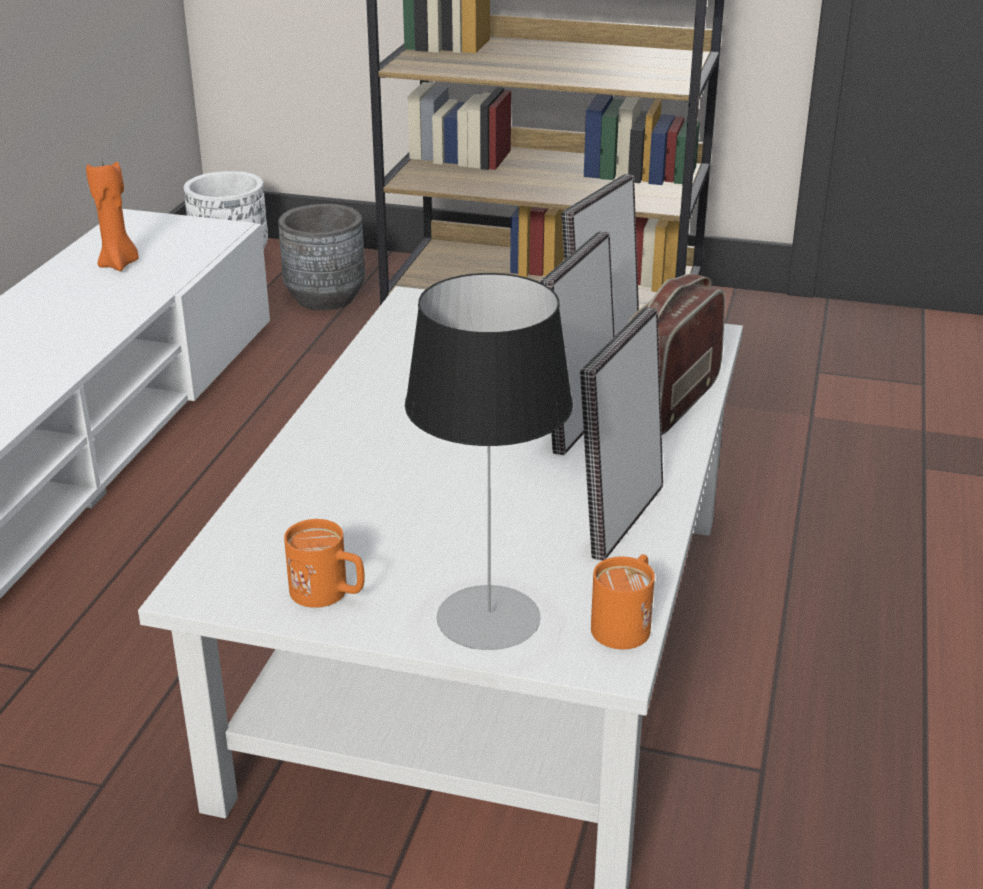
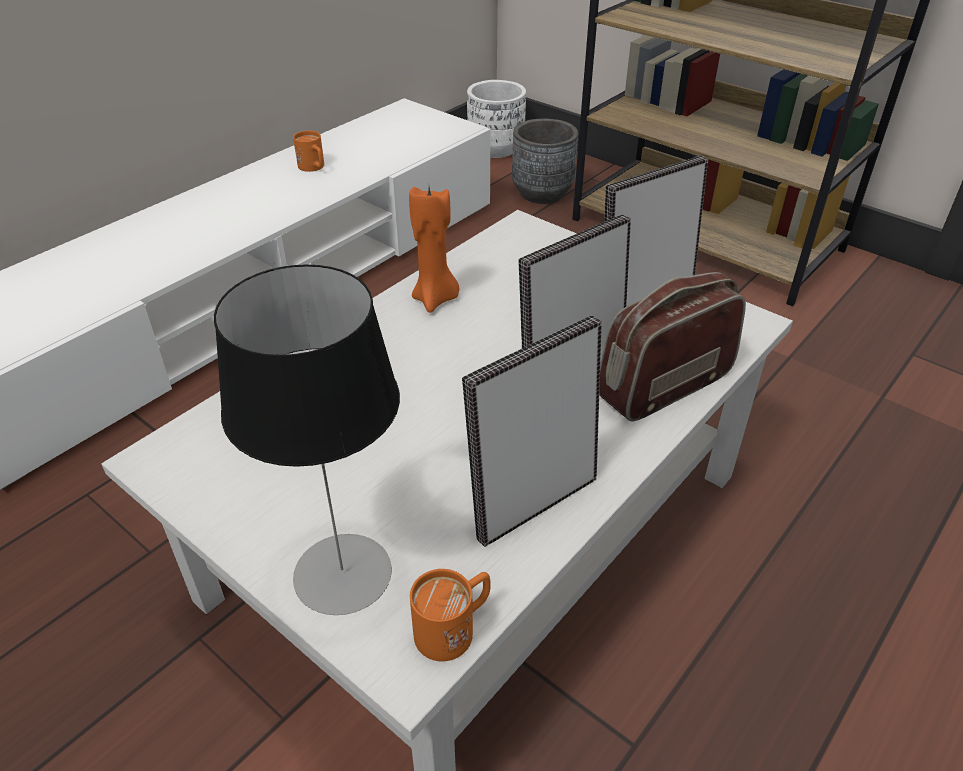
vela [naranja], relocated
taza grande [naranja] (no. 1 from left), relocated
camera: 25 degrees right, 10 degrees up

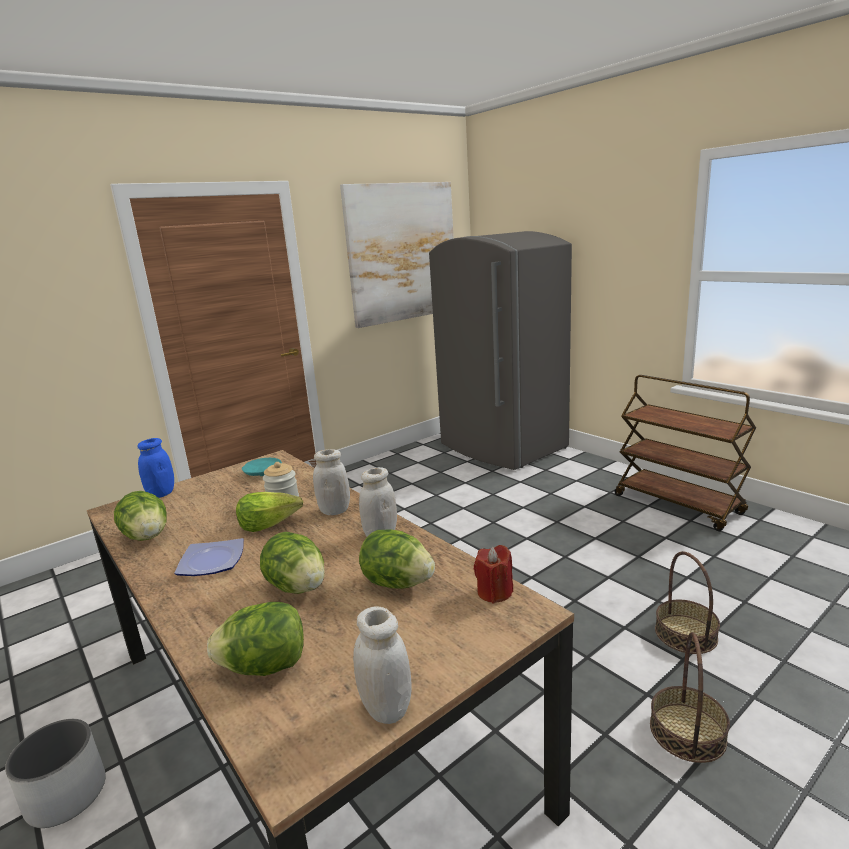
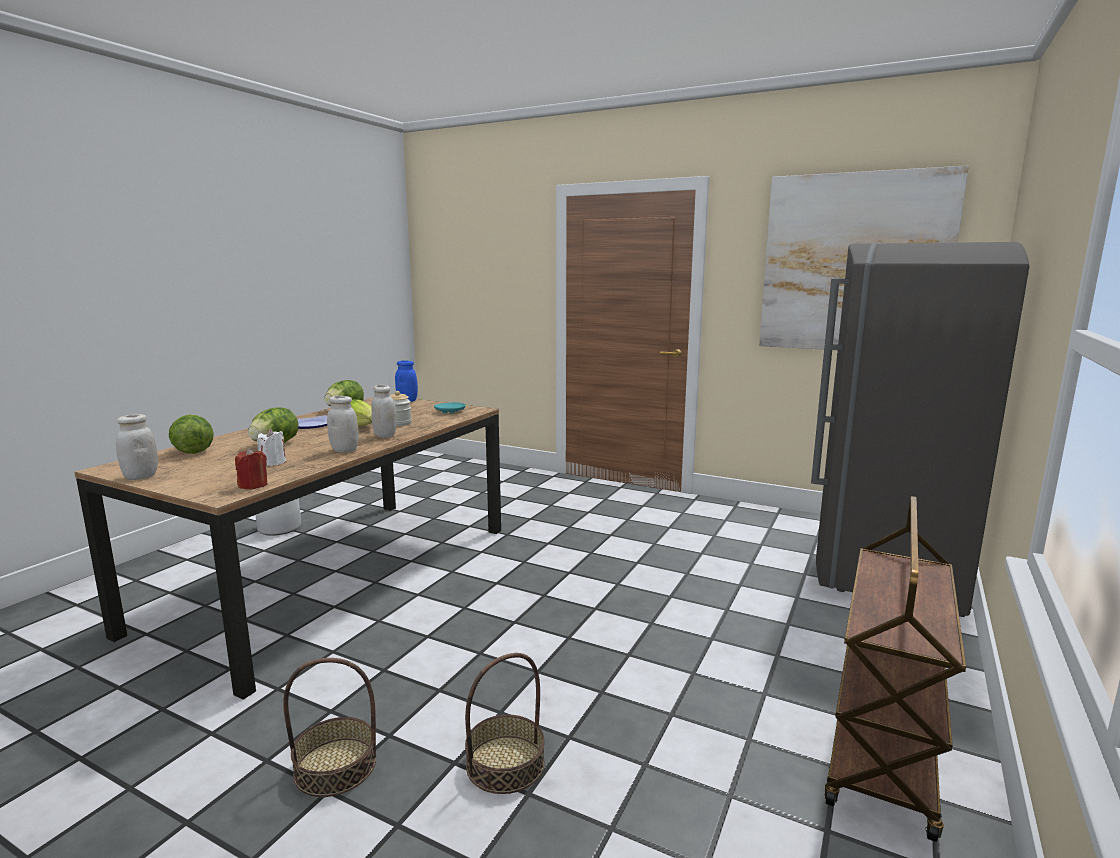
lechuga (no. 5 from left) => vela [blanco]
camera: 65 degrees right, 5 degrees down

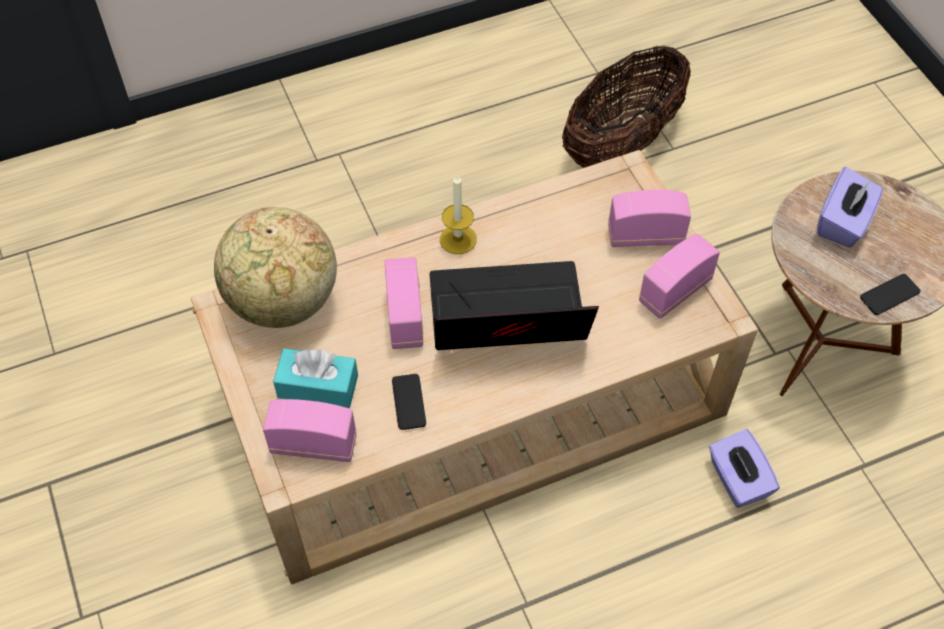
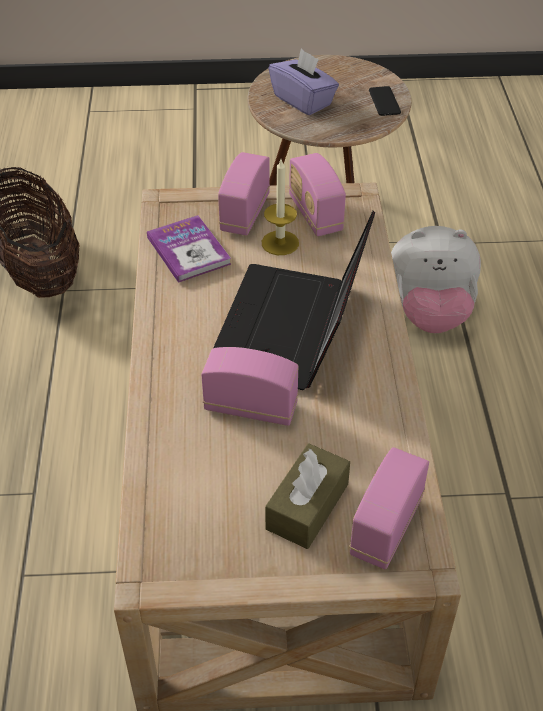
globo terráqueo => nothing
caja de pañuelos [turquesa] => caja de pañuelos [marrón]
móvil (no. 1 from left) => nothing
vela, relocated
caja de pañuelos [morado] (no. 1 from left) => peluche
nothing => libro
camera: 70 degrees left, 10 degrees down

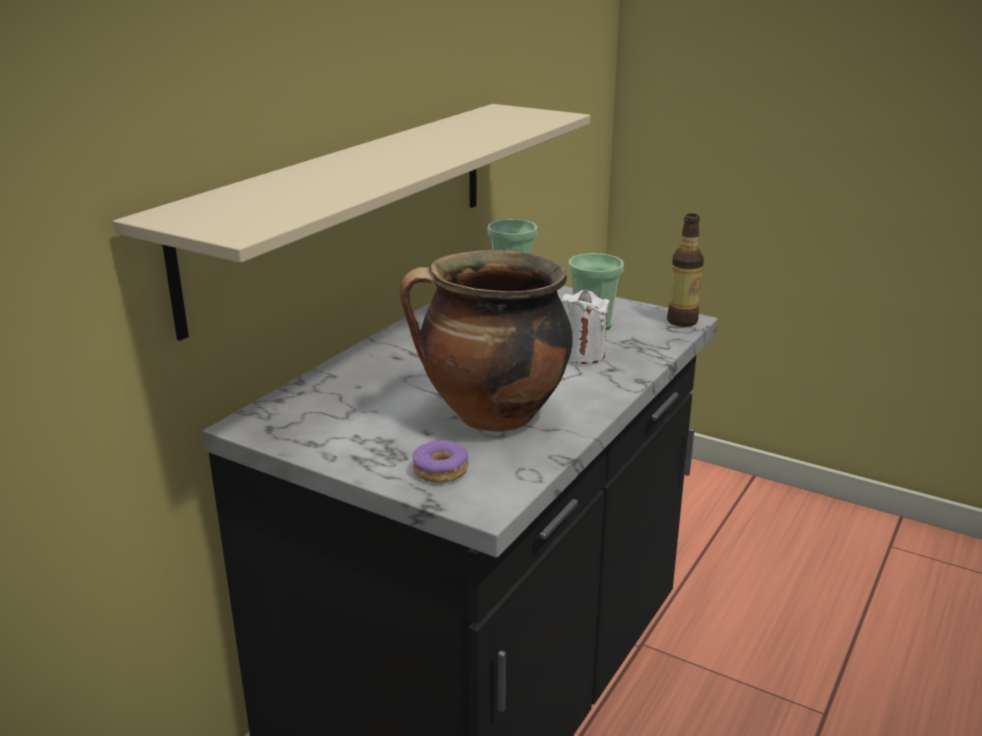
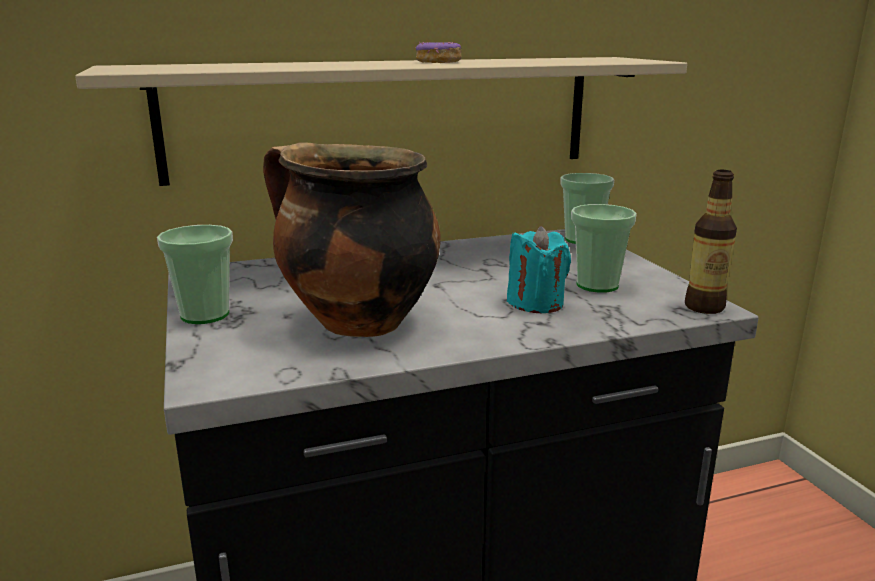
rosquilla, relocated
vela [blanco] => vela [turquesa]
nothing => taza (no. 1 from left)
camera: 40 degrees right, 5 degrees down

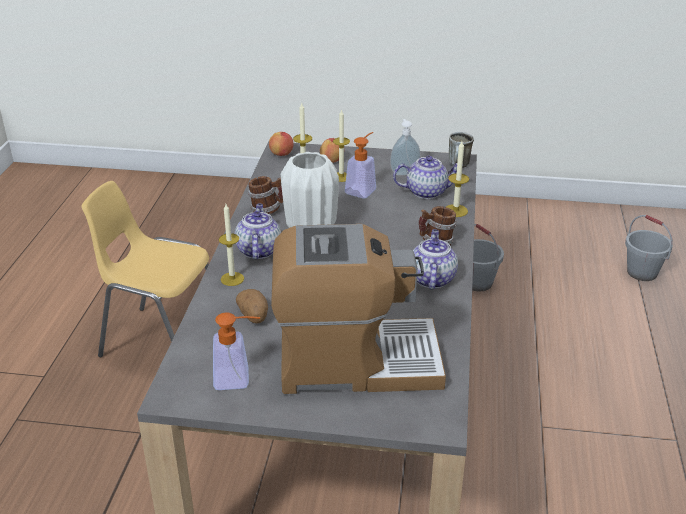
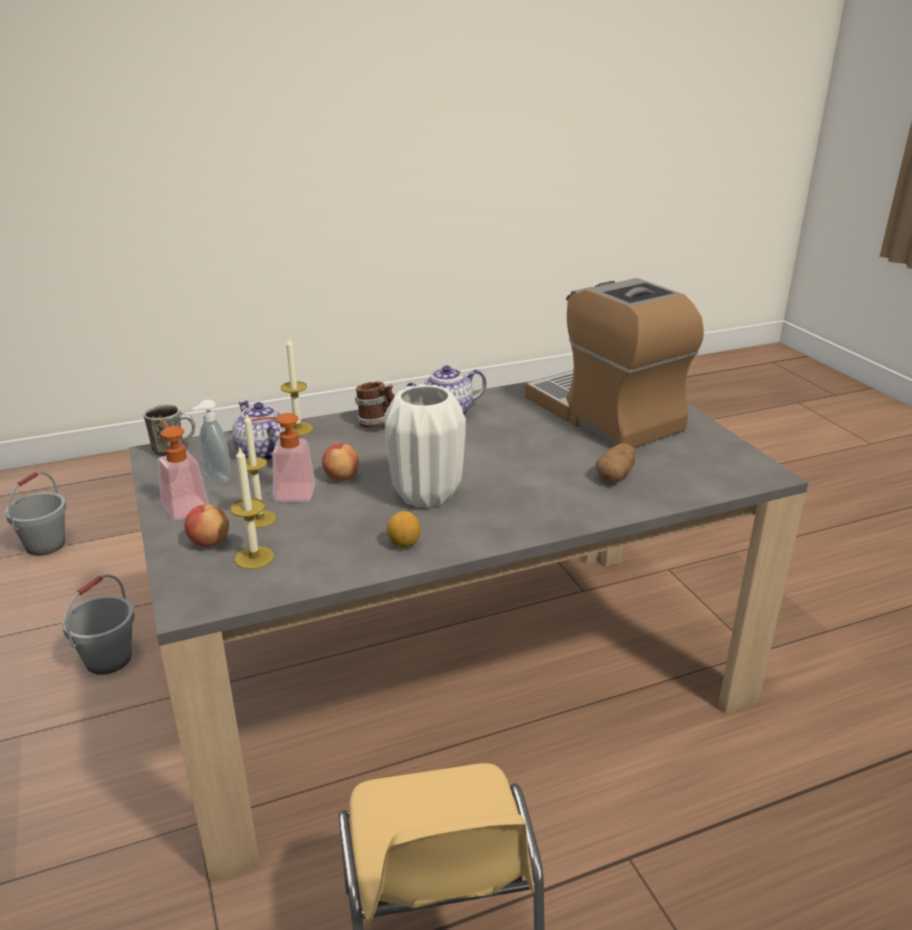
dispensador de jabón (no. 1 from left), relocated
vela (no. 1 from left) => nothing
tetera (no. 1 from left) => nothing
taza grande (no. 1 from left) => limón
manzana (no. 1 from left in the first image) => manzana (no. 2 from left), relocated
camera: 120 degrees left, 5 degrees down

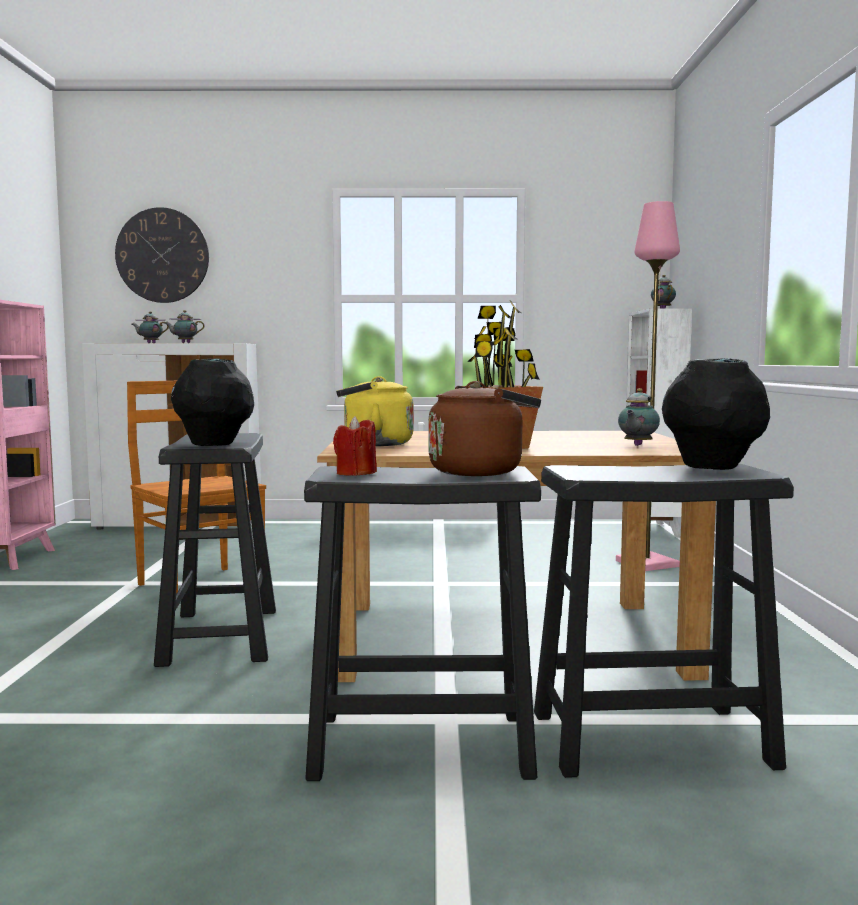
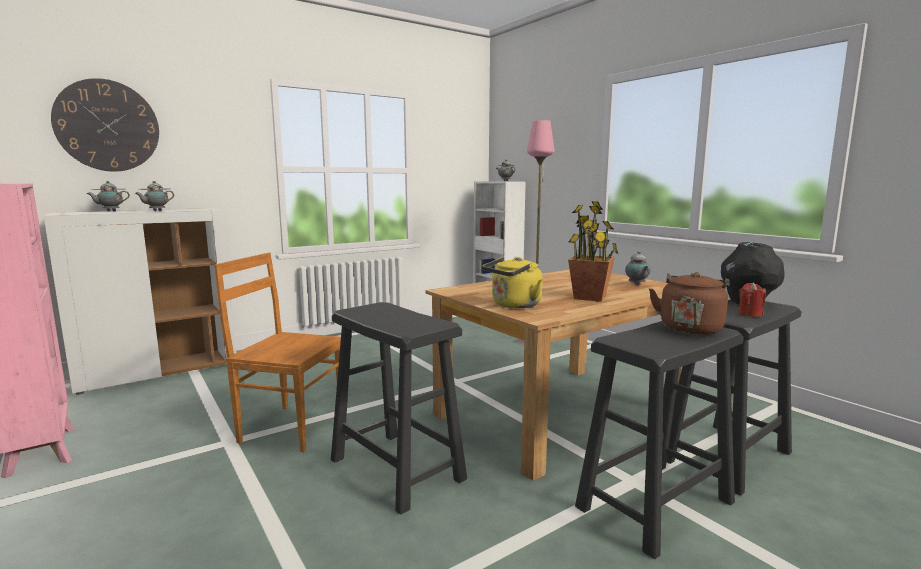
florero [negro] (no. 1 from left) => nothing
vela [rojo], relocated
camera: 35 degrees left, 5 degrees up

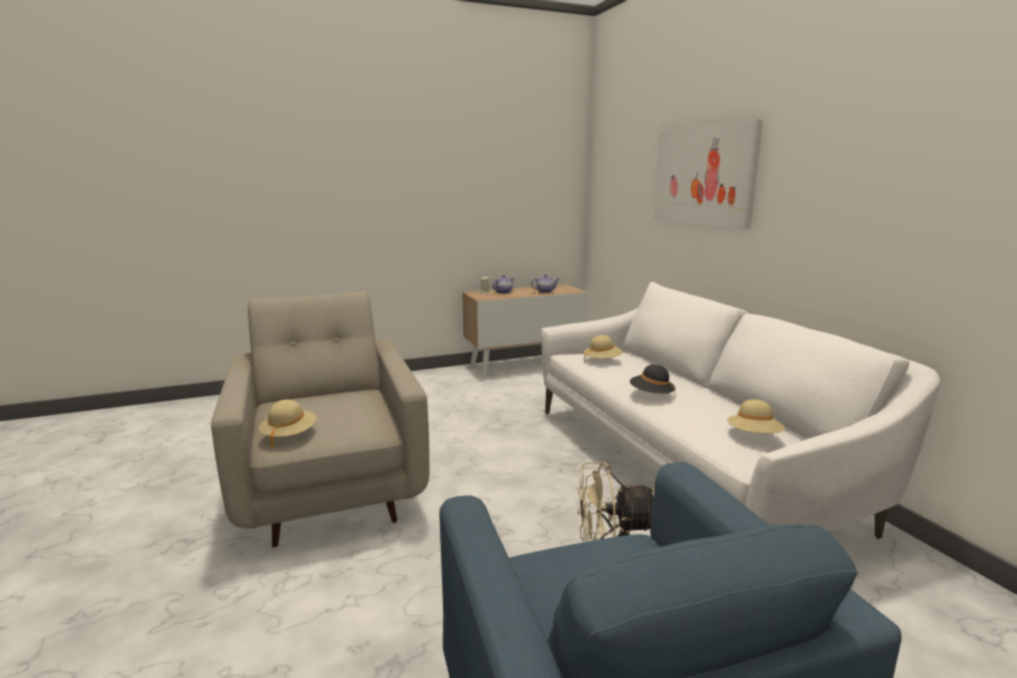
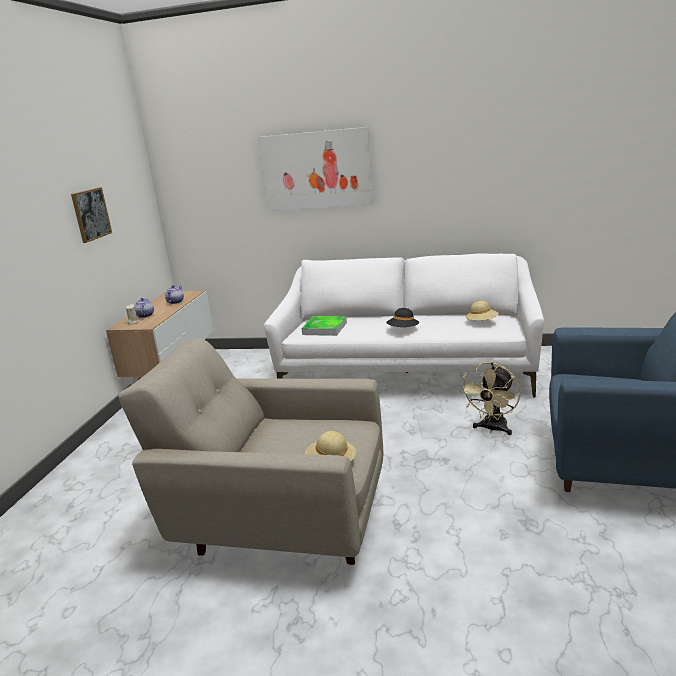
sombrero [beis] (no. 2 from left) => bandeja
nothing => cuadro (no. 1 from left)
camera: 55 degrees left, 5 degrees up

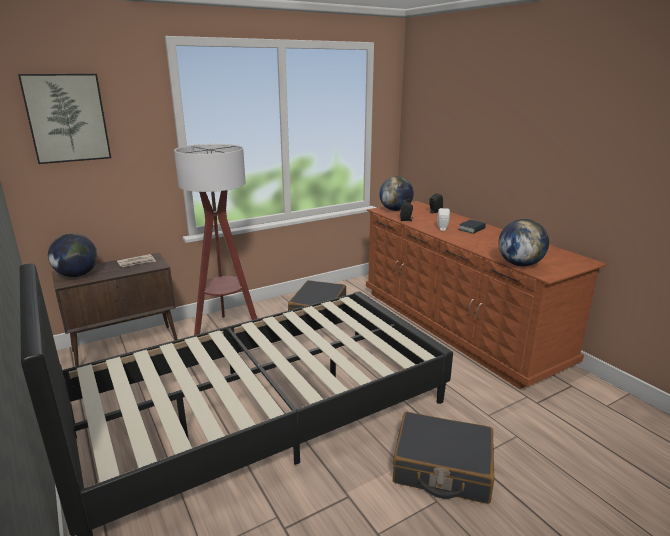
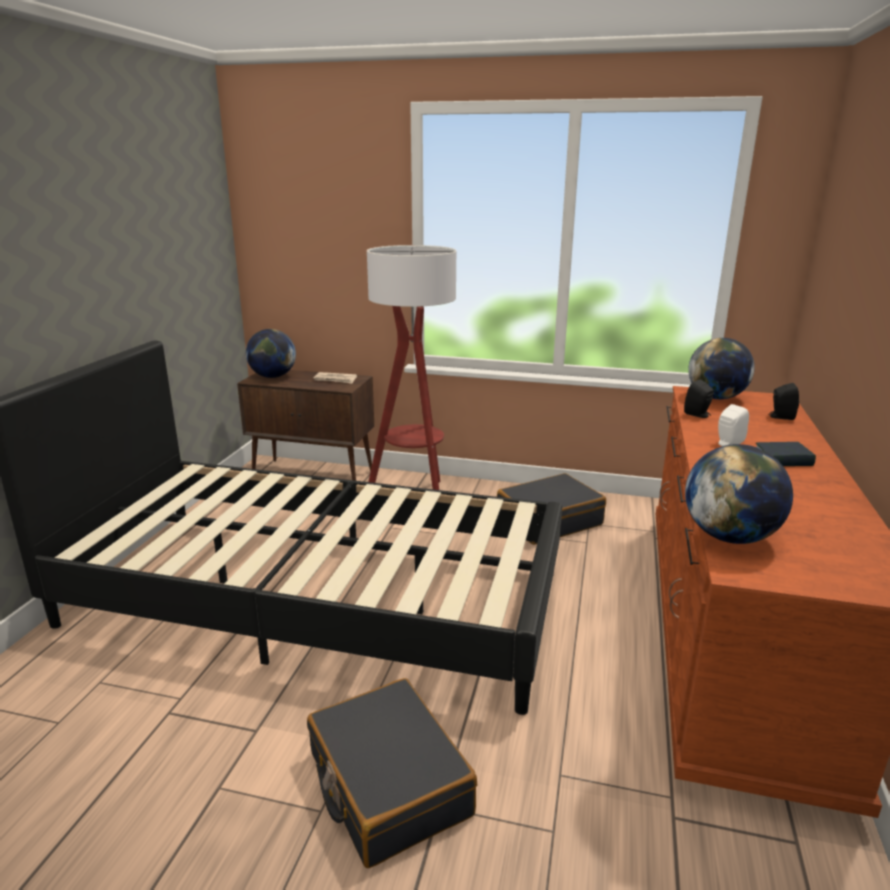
cuadro => nothing
camera: 45 degrees right, 0 degrees up

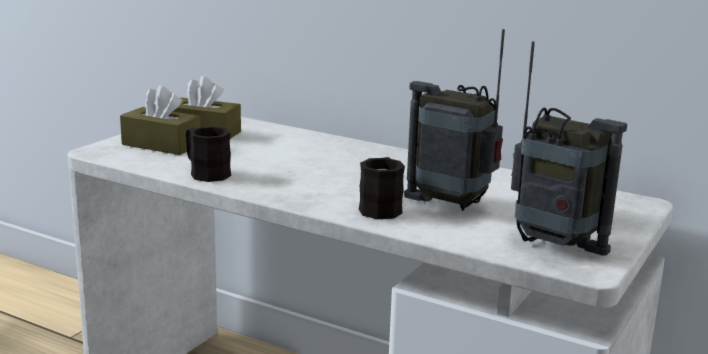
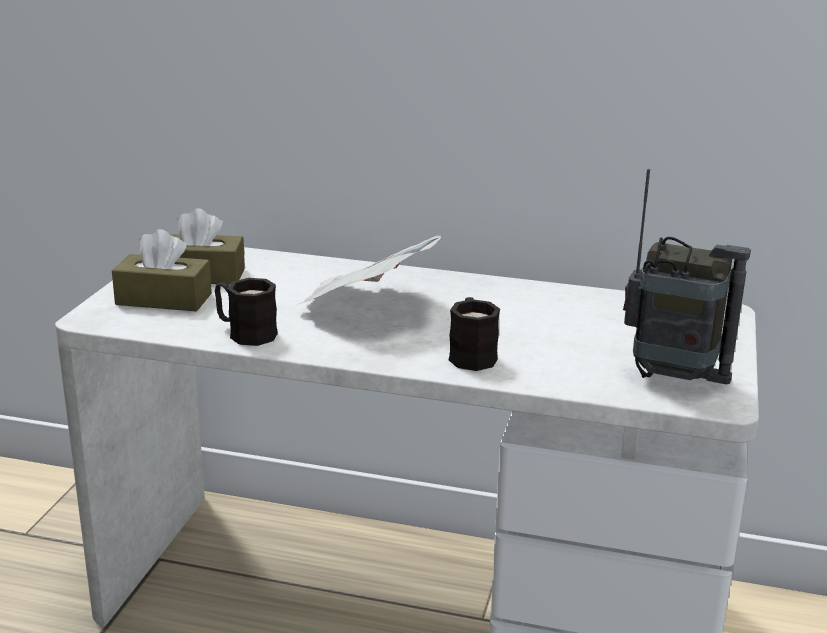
radio (no. 1 from left) => nothing
nothing => periódico
camera: 15 degrees left, 5 degrees up

